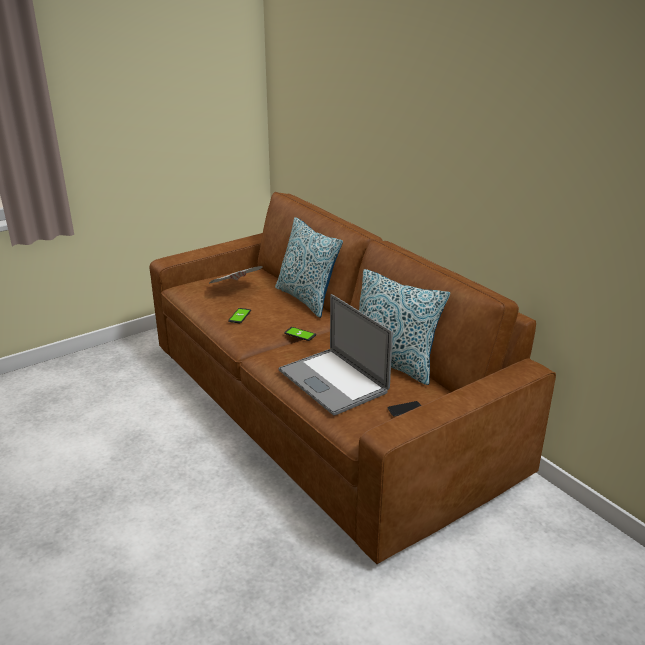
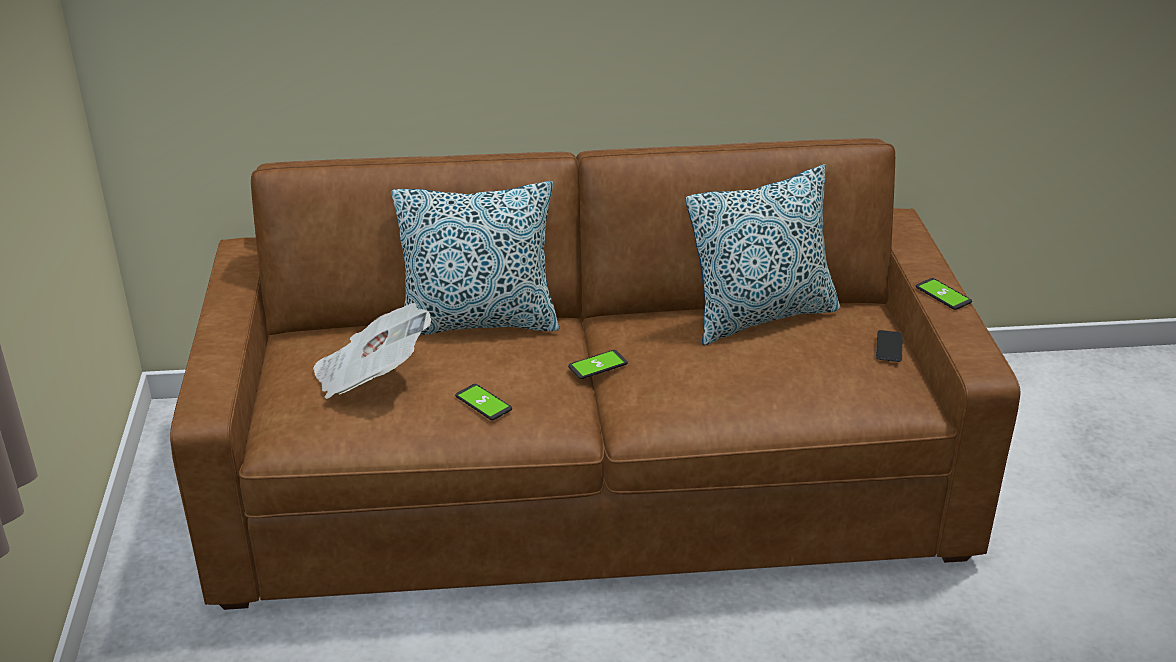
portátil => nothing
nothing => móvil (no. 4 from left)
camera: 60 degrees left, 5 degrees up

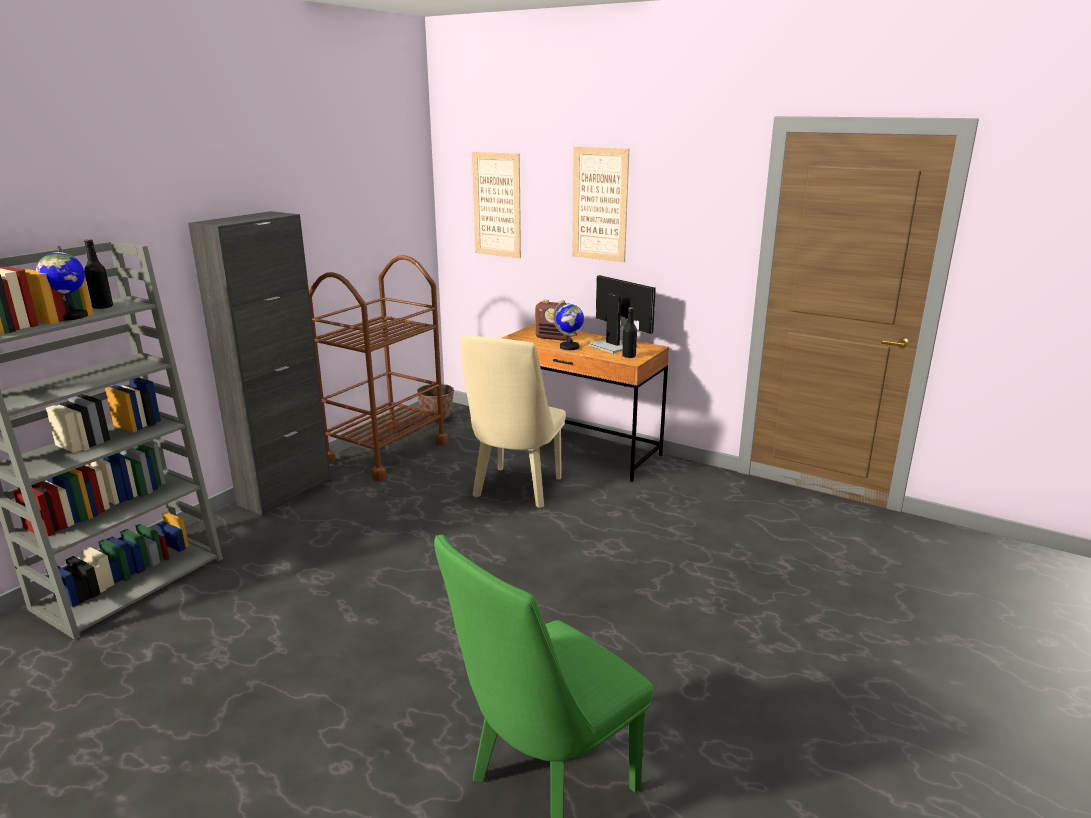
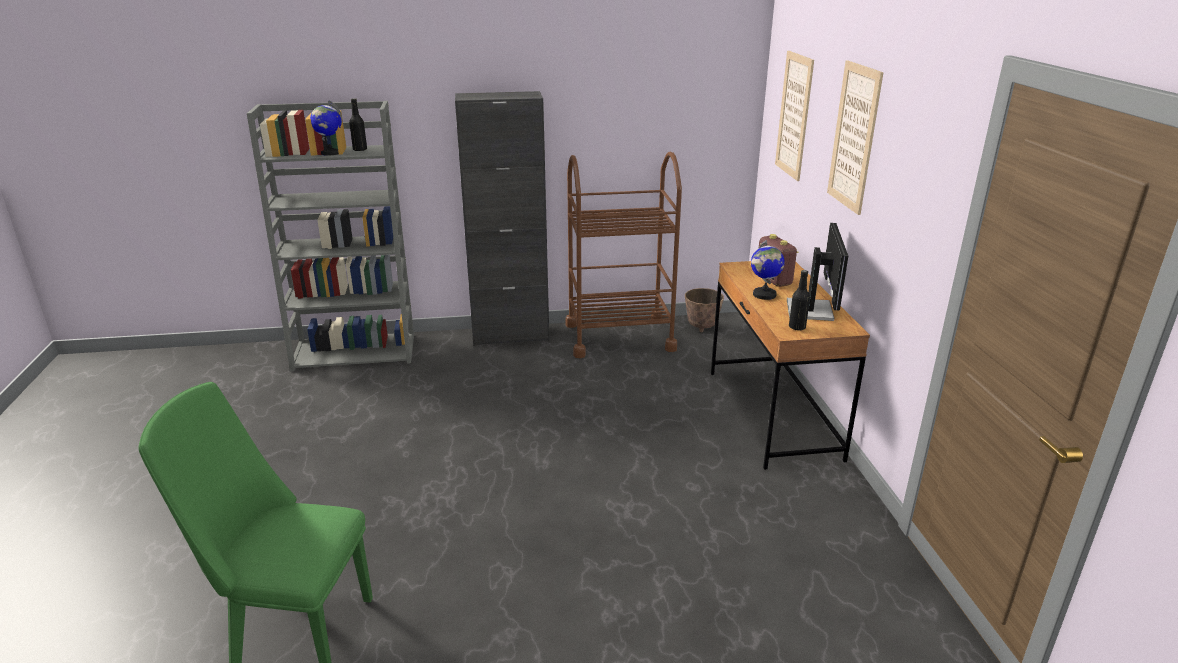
silla [beis] => nothing
camera: 50 degrees right, 5 degrees up

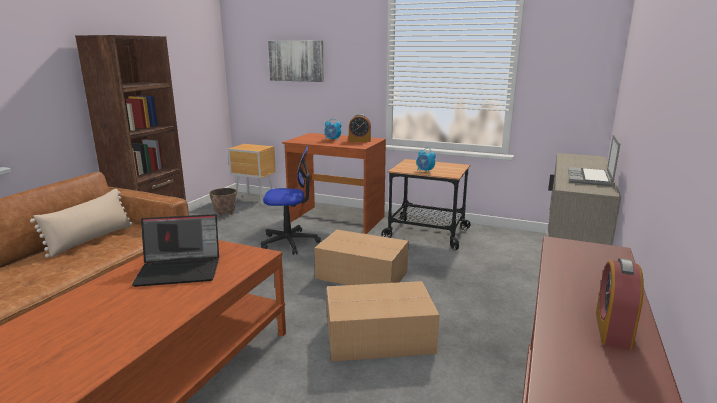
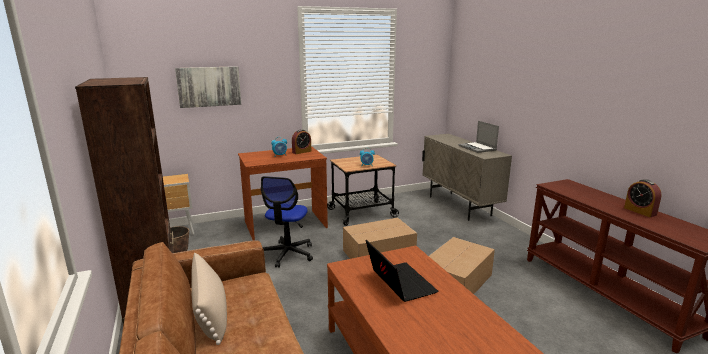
portátil (no. 1 from left), 60 degrees counterclockwise
silla de oficina, 150 degrees clockwise
camera: 45 degrees left, 0 degrees up

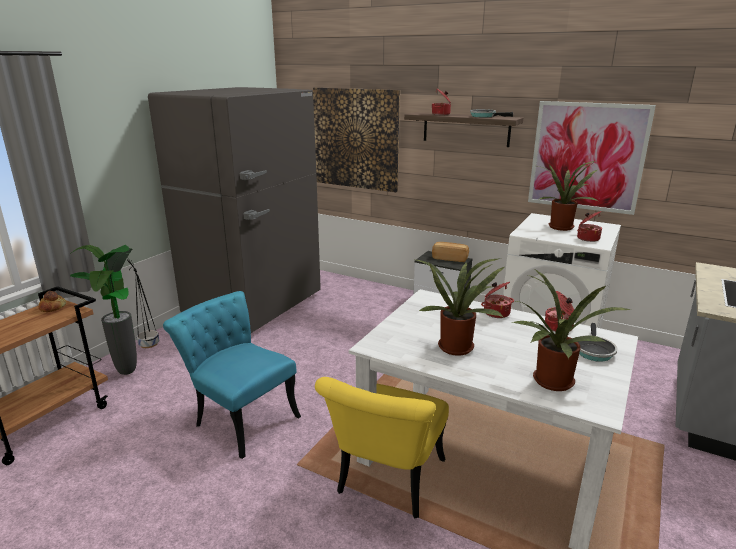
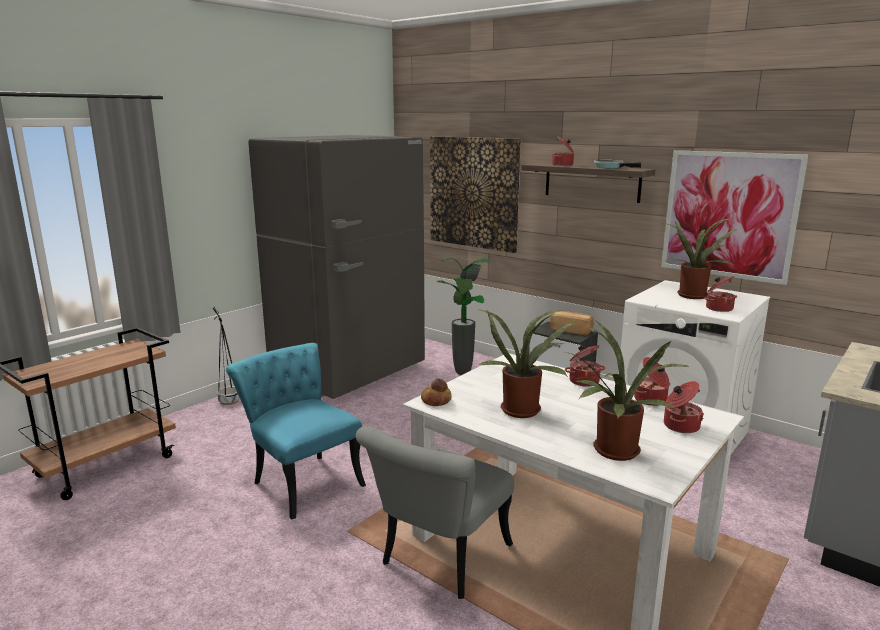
pan (no. 1 from left), relocated
planta en maceta (no. 1 from left), relocated
silla [amarillo] => silla [gris]
sartén (no. 2 from left) => olla (no. 4 from left)
camera: 10 degrees right, 5 degrees down

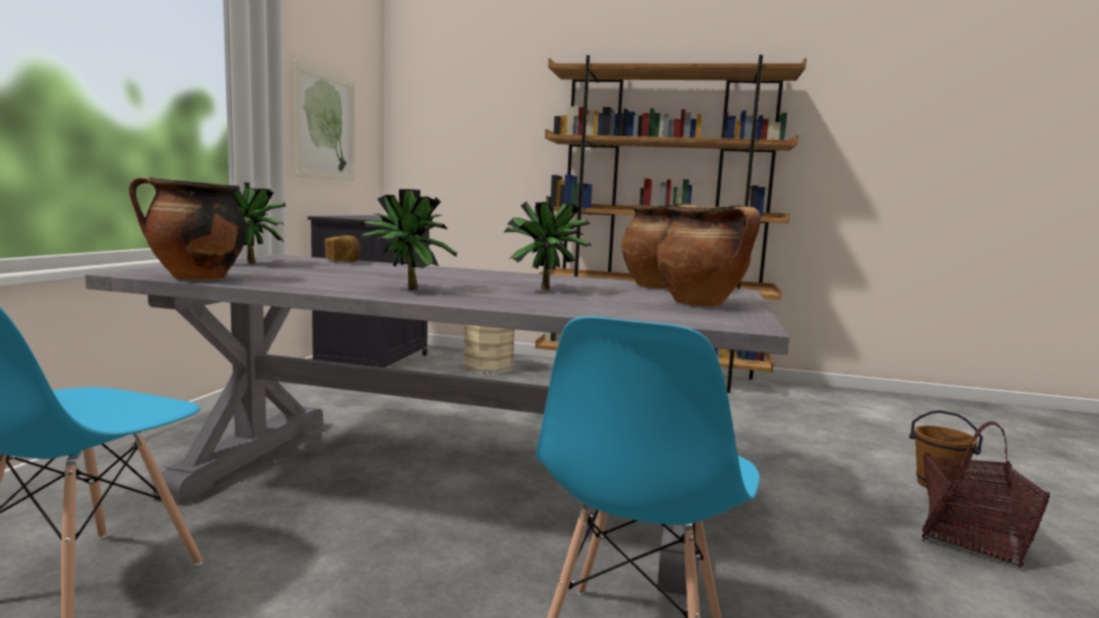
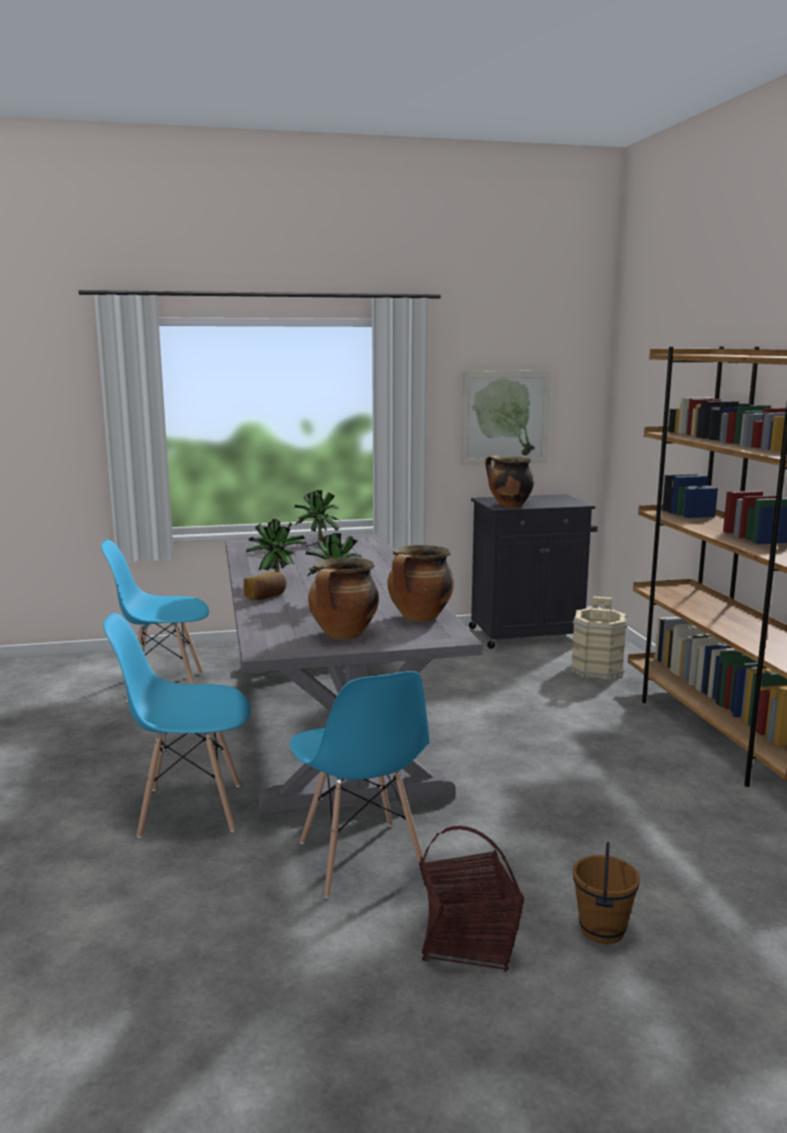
olla (no. 1 from left in the first image) => olla (no. 3 from left), relocated
pan, relocated
nothing => silla [azul] (no. 3 from left)
camera: 65 degrees right, 5 degrees up

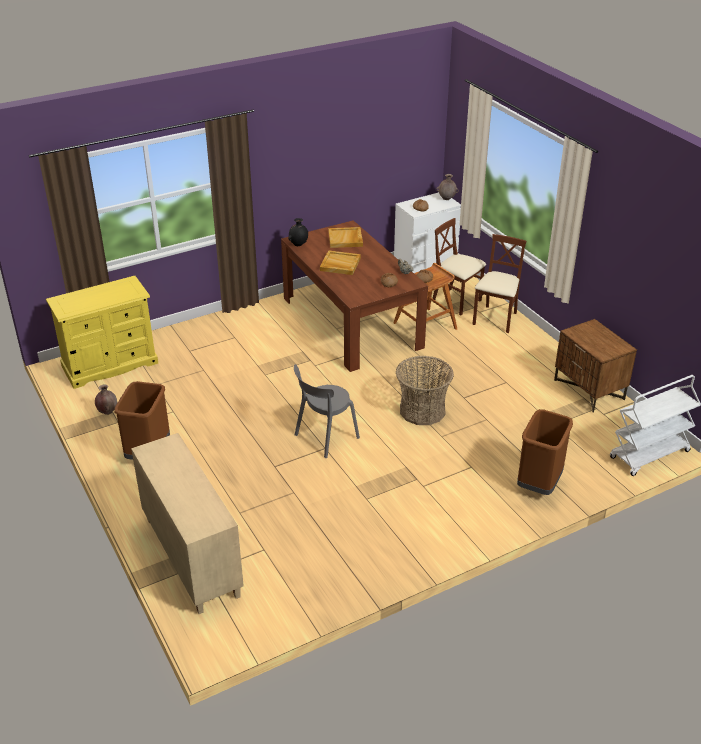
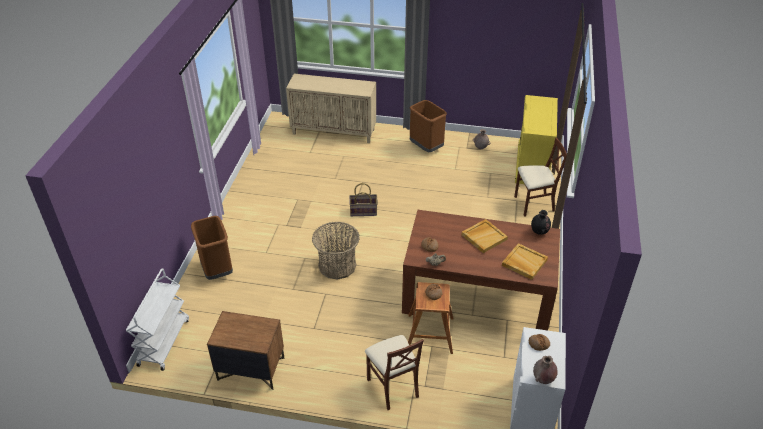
silla [gris] => cesta (no. 2 from left)
silla [marrón] (no. 1 from left in the first image) => silla [marrón] (no. 2 from left), relocated
camera: 130 degrees right, 5 degrees up

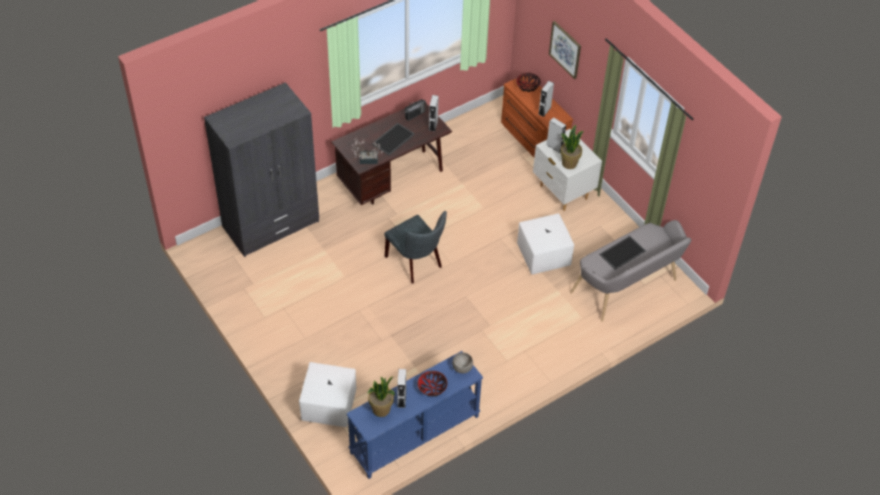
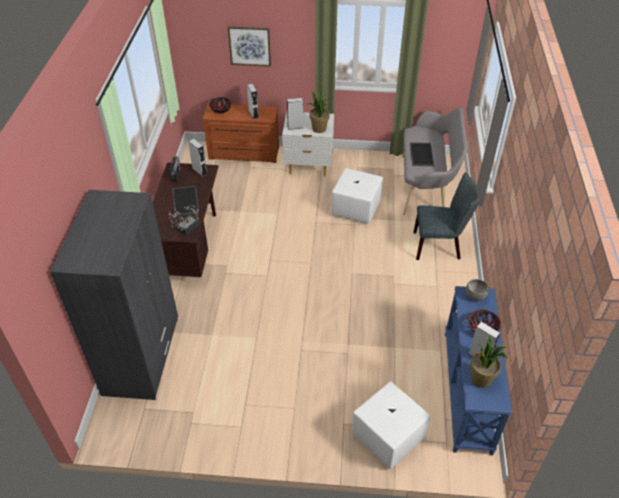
silla [gris], relocated
camera: 50 degrees left, 5 degrees down

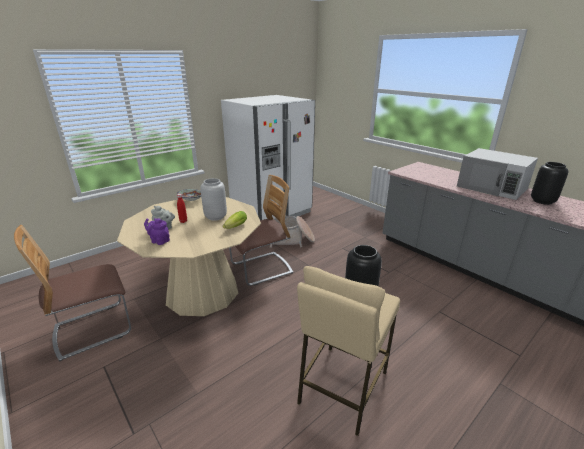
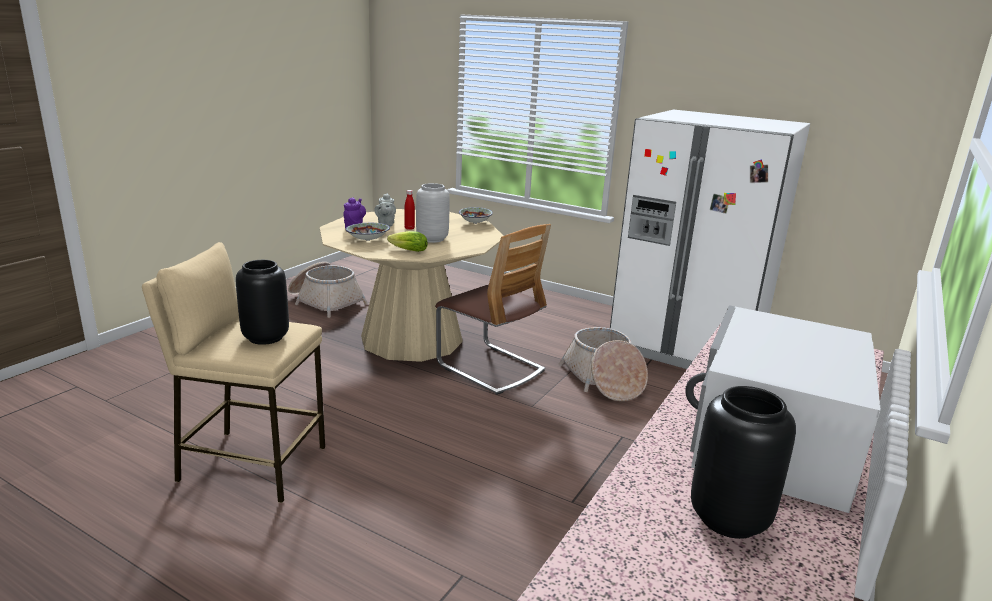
silla (no. 1 from left) => cesta (no. 1 from left)
nothing => cuenco (no. 1 from left)
camera: 70 degrees right, 5 degrees down

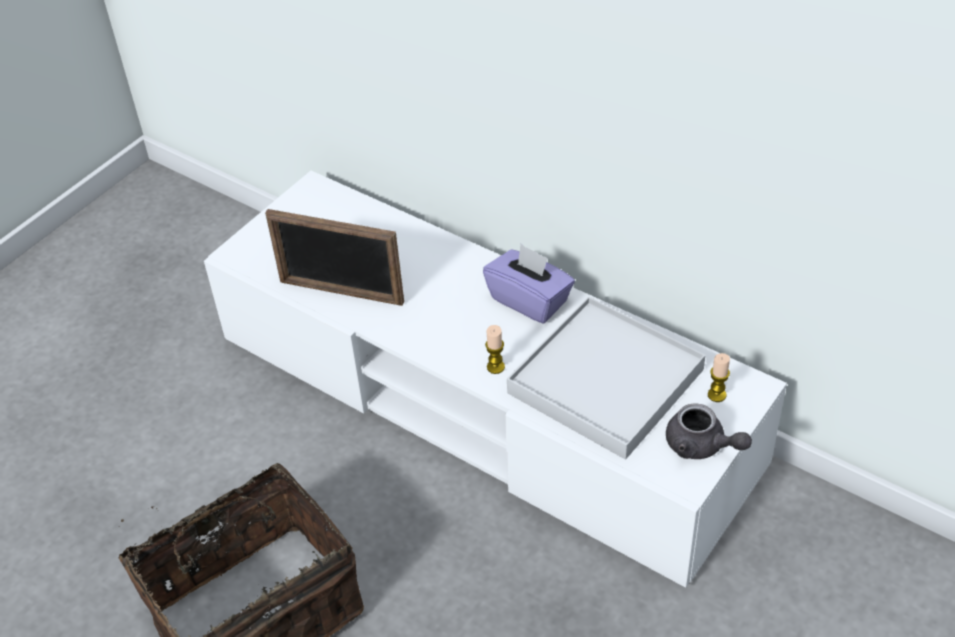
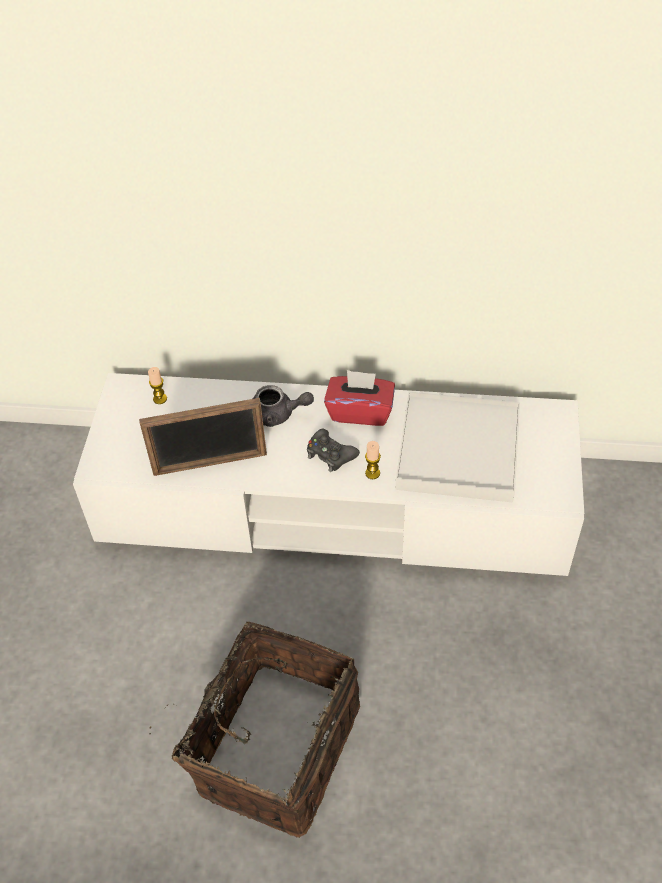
caja de pañuelos [morado] => caja de pañuelos [rojo]
tetera [gris], relocated
vela (no. 2 from left in the first image) => vela (no. 1 from left), relocated
nothing => mando de consola [negro]
camera: 30 degrees left, 5 degrees up

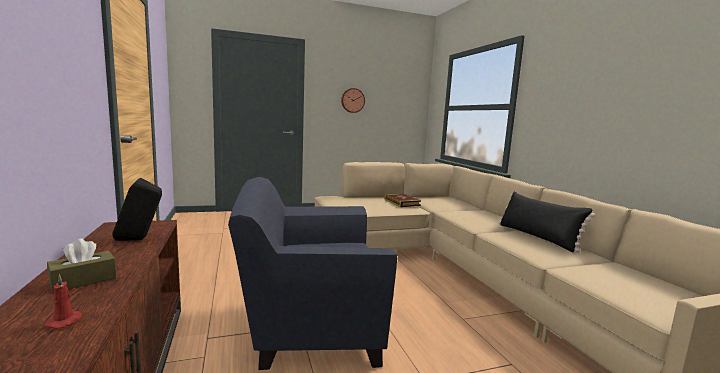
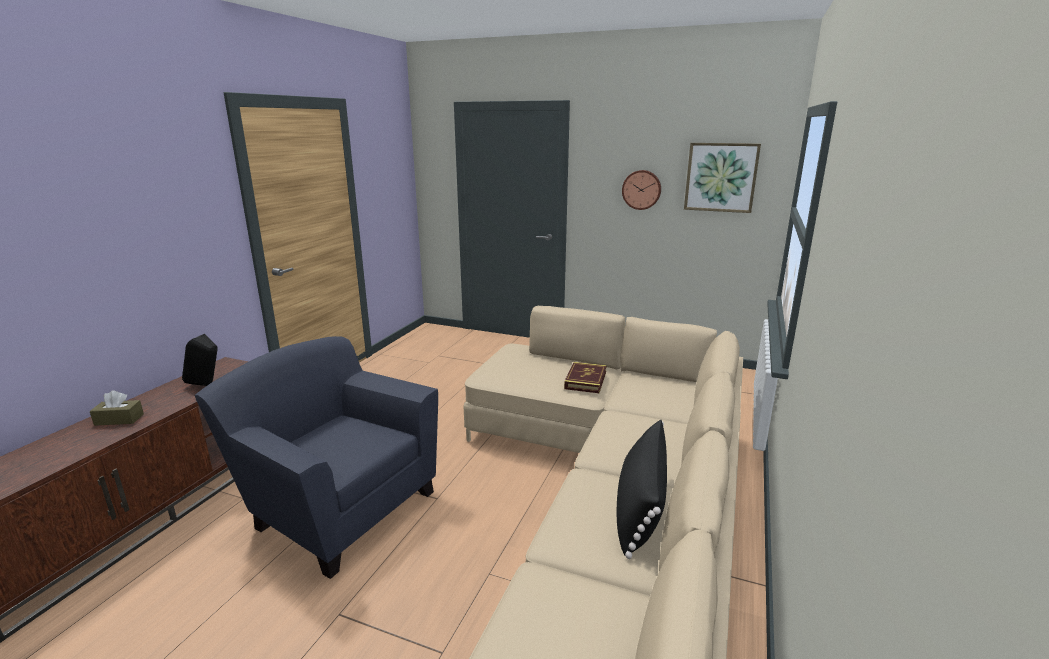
vela [rojo] => nothing
nothing => cuadro
camera: 40 degrees right, 10 degrees up

